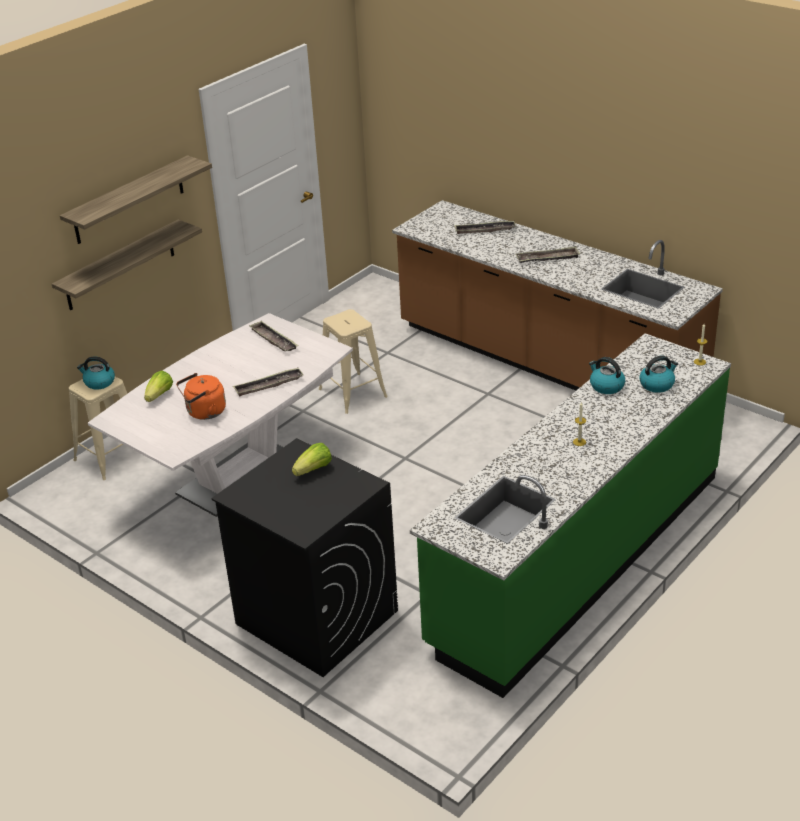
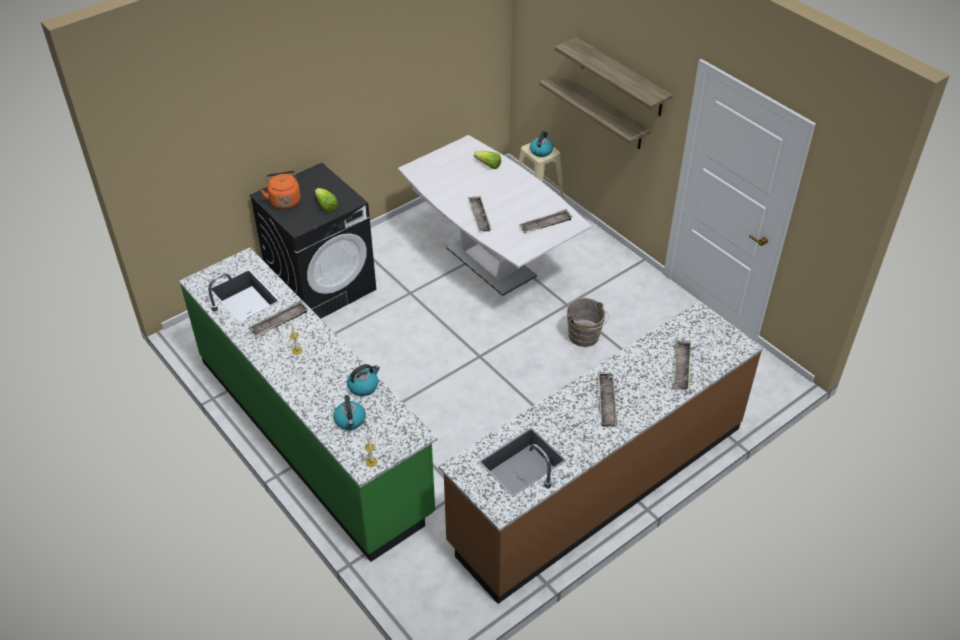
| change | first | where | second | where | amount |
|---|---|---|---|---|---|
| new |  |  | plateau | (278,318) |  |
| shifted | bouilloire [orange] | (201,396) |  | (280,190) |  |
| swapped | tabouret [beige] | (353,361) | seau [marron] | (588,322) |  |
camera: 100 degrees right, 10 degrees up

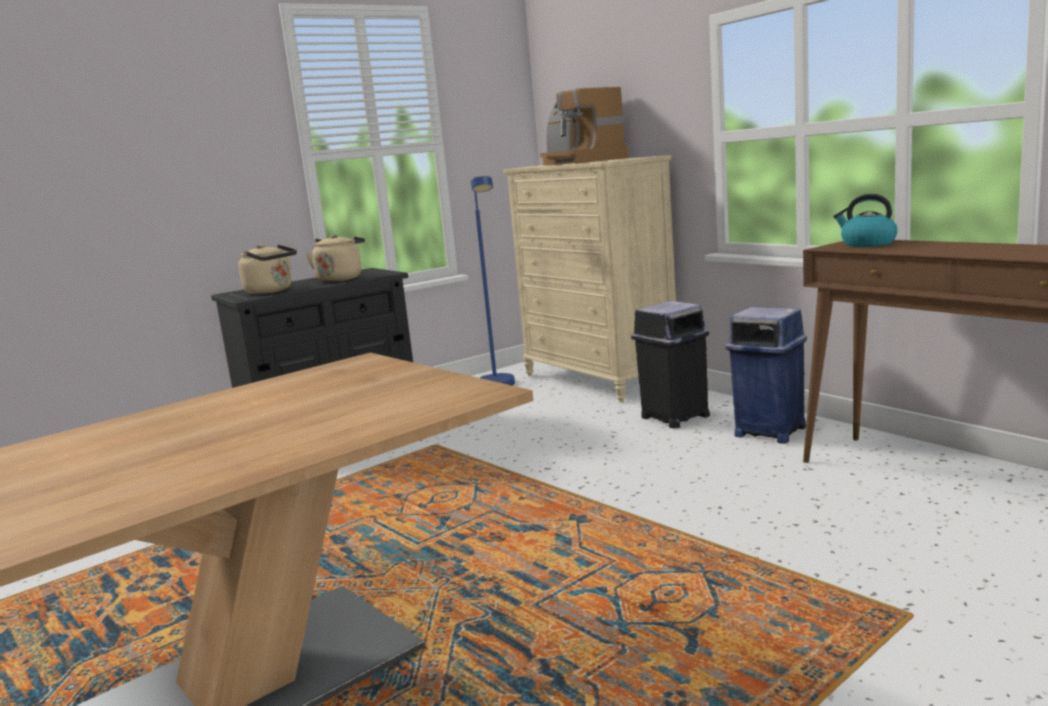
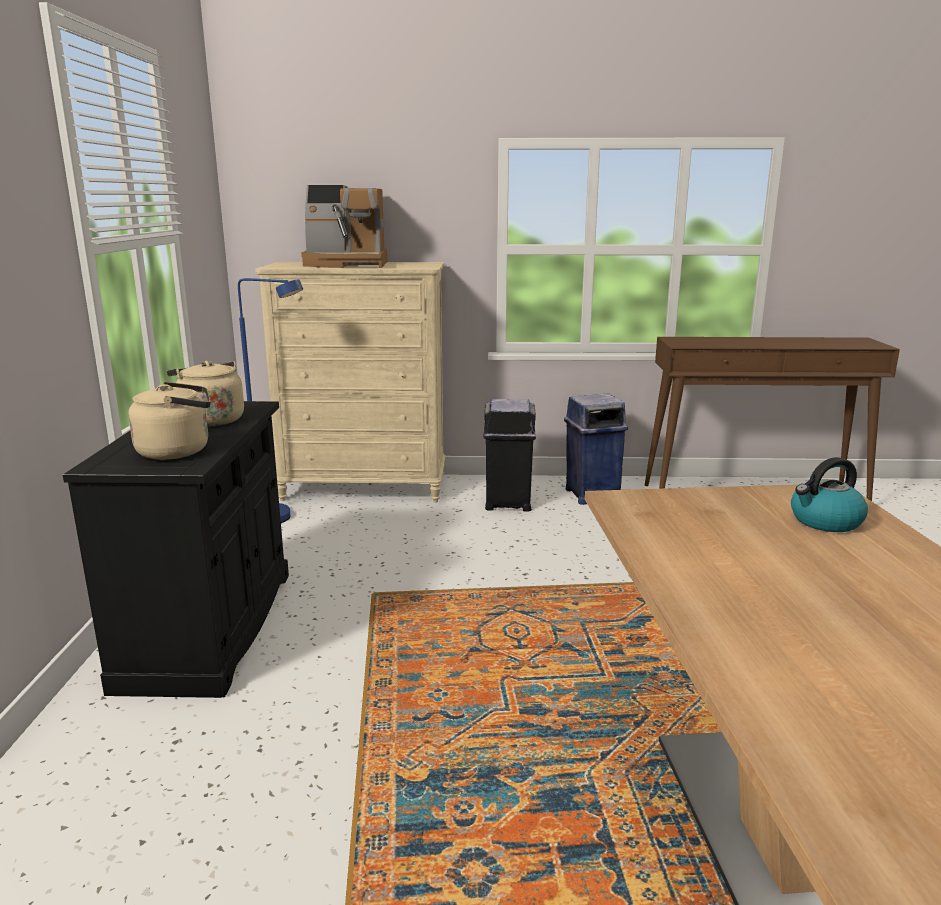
| change | first | where | second | where | amount |
|---|---|---|---|---|---|
| shifted | bouilloire | (865,220) |  | (829,494) |  |
camera: 55 degrees left, 5 degrees up

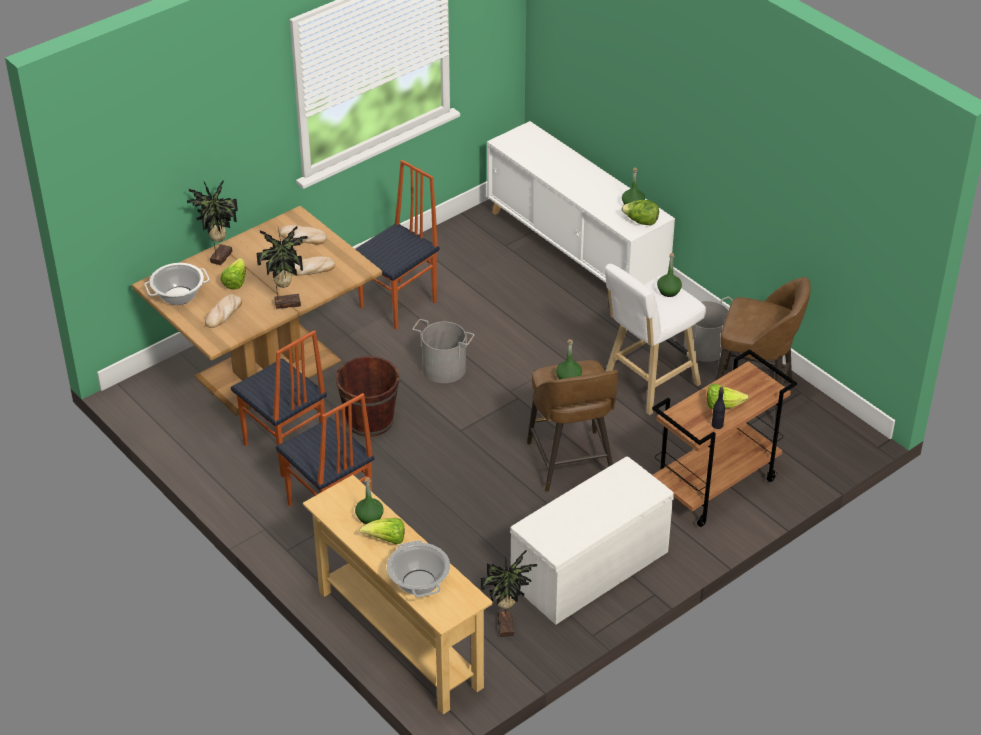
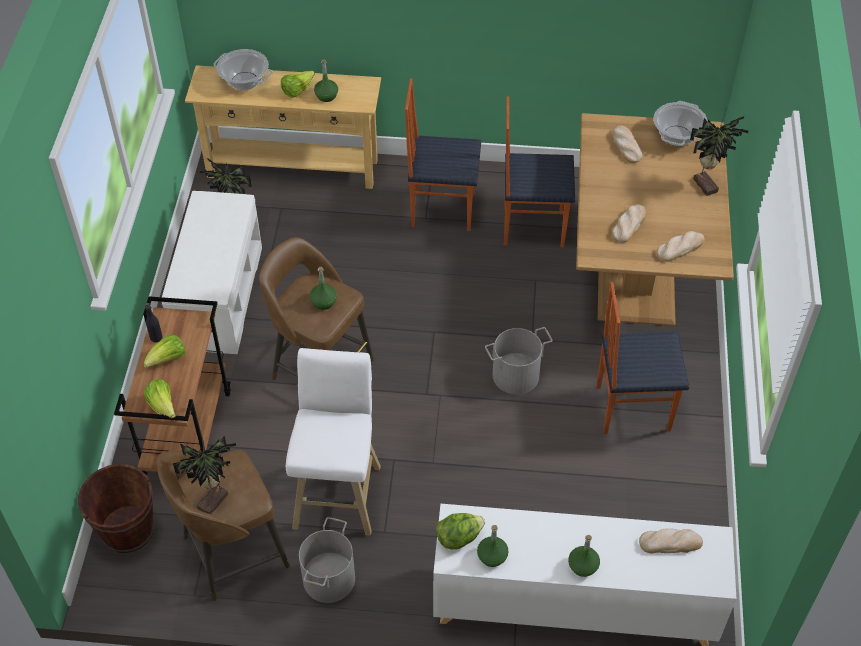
| change | first | where | second | where | amount |
|---|---|---|---|---|---|
| shifted | seau [marron] | (367,396) |  | (116,508) |  |
| shifted | laitue | (233,273) |  | (160,398) |  |
| shifted | plante en pot | (282,267) |  | (204,475) |  |
| shifted | bouteille [vert] | (669,275) |  | (584,556) |  |
| rotated | chaise | (397,245) |  | (642,358) | 90 degrees clockwise |
| new |  |  | pain | (671,540) |  |
camera: 135 degrees right, 10 degrees up

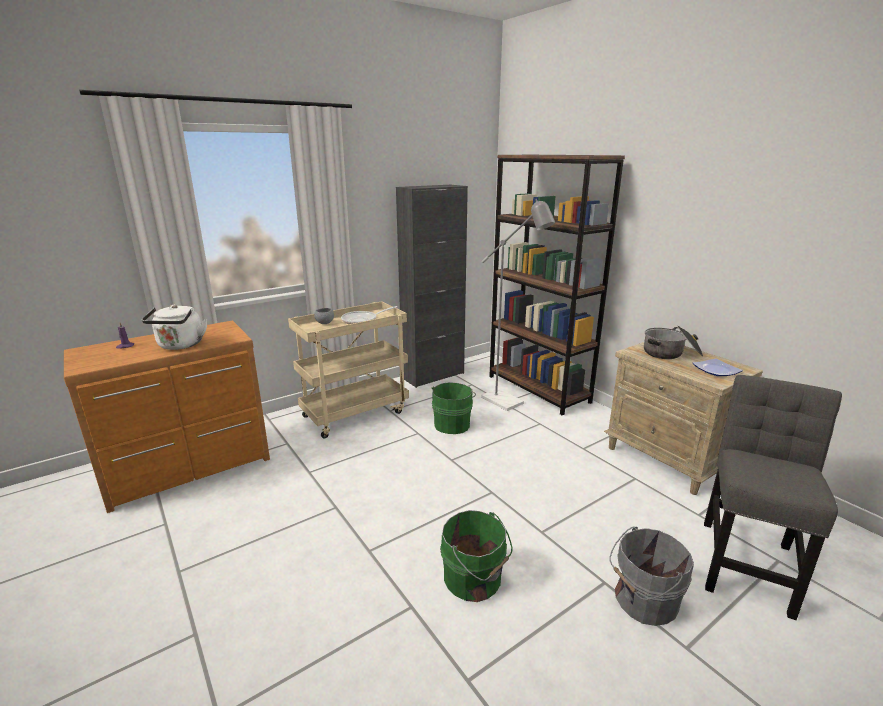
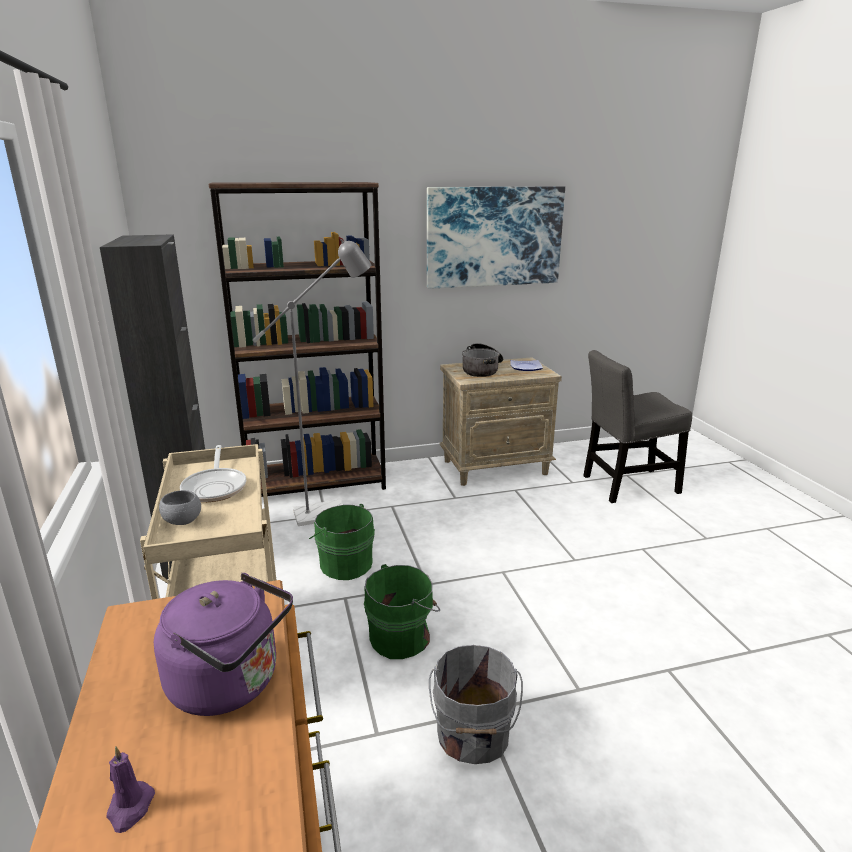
| change | first | where | second | where | amount |
|---|---|---|---|---|---|
| repainted | bouilloire [blanc] | (174,327) | bouilloire [violet] | (223,644) |  |
| shifted | seau [vert] | (476,556) |  | (402,611) |  |
| new |  |  | tableau | (496,237) |  |
| shifted | seau [gris] | (651,576) |  | (476,704) |  |
| rotated | chaise [gris] | (773,497) |  | (637,426) | 60 degrees counterclockwise |
camera: 70 degrees left, 0 degrees up

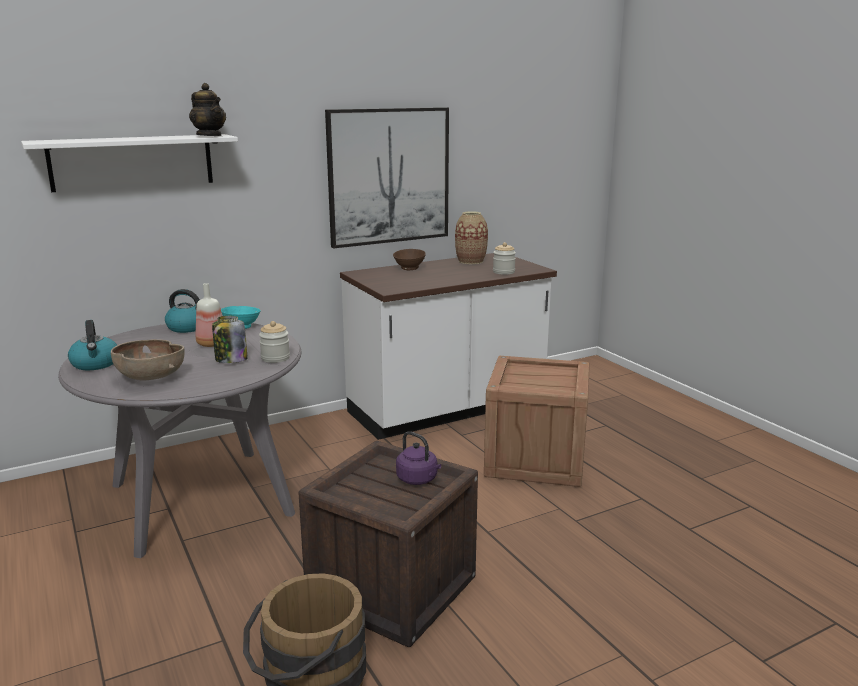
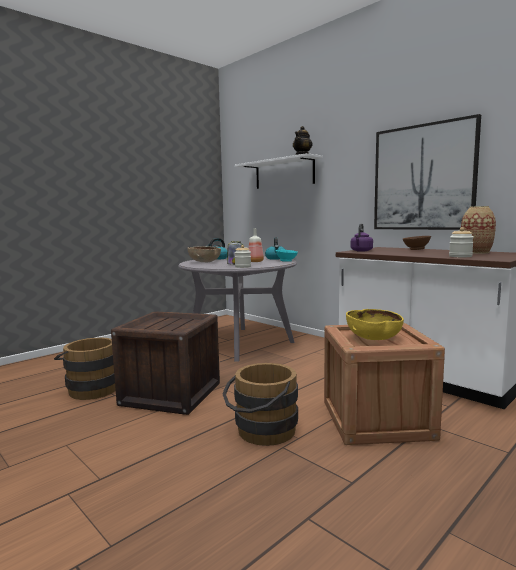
| change | first | where | second | where | amount |
|---|---|---|---|---|---|
| new |  |  | seau [marron] | (260,404) |  |
| new |  |  | bol [jaune] | (375,324) |  |
| shifted | bouilloire [violet] | (418,458) |  | (362,237) |  |
camera: 75 degrees right, 10 degrees down

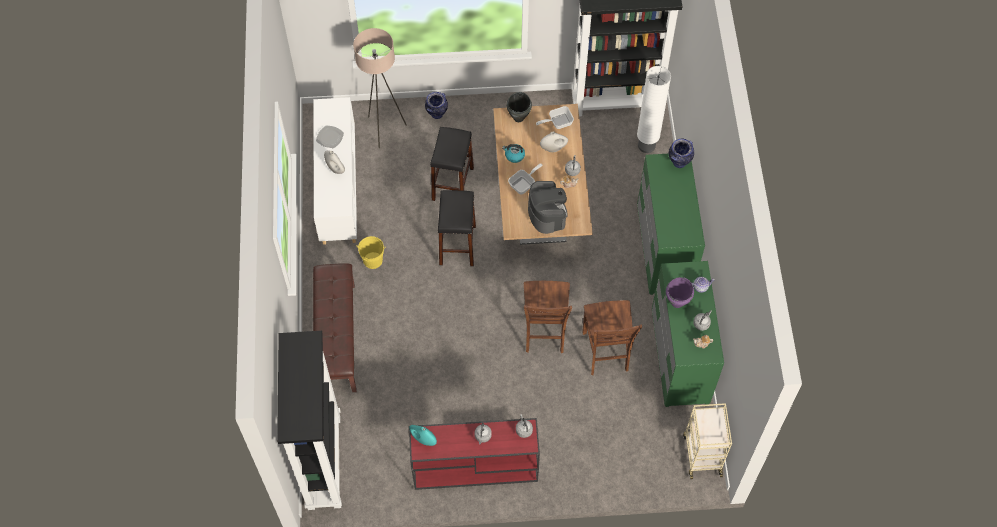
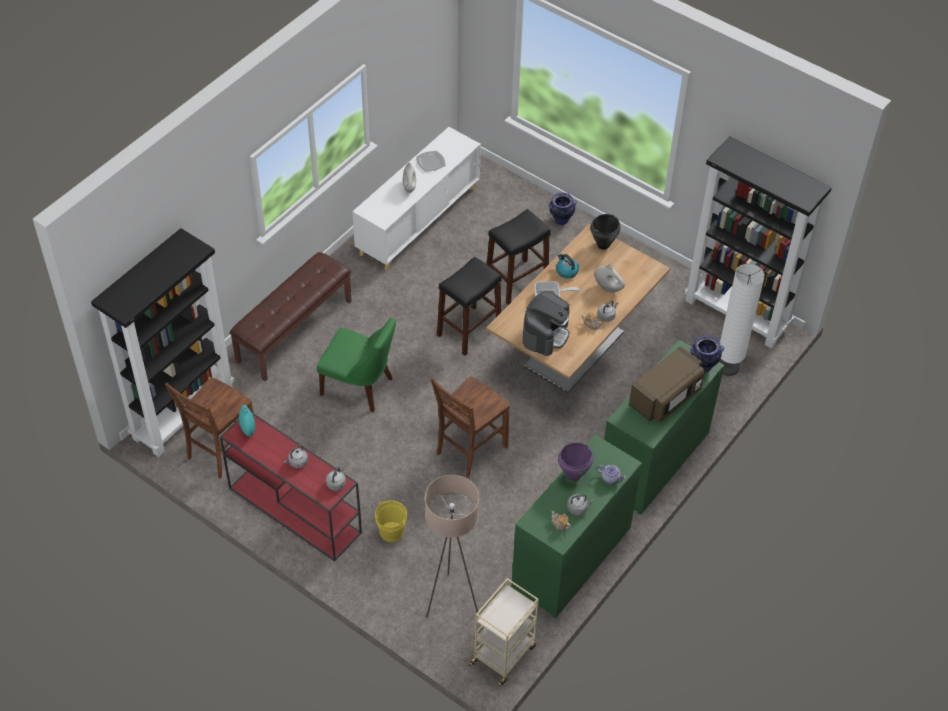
| change | first | where | second | where | amount |
|---|---|---|---|---|---|
| shifted | chaise [marron] | (612,337) |  | (209,428) |  |
| new |  |  | chaise [vert] | (356,364) |  |
| shifted | seau [jaune] | (370,252) |  | (391,521) |  |
| shifted | lampadaire [beige] | (380,88) |  | (452,546) |  |
| new |  |  | micro-ondes [marron] | (667,384) |  |
| gone | poêle | (555,117) |  |  |  |
camera: 40 degrees right, 10 degrees down

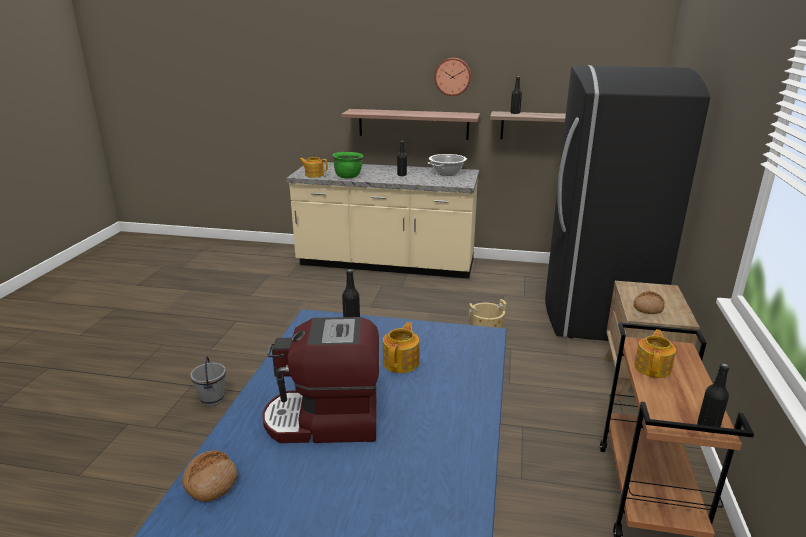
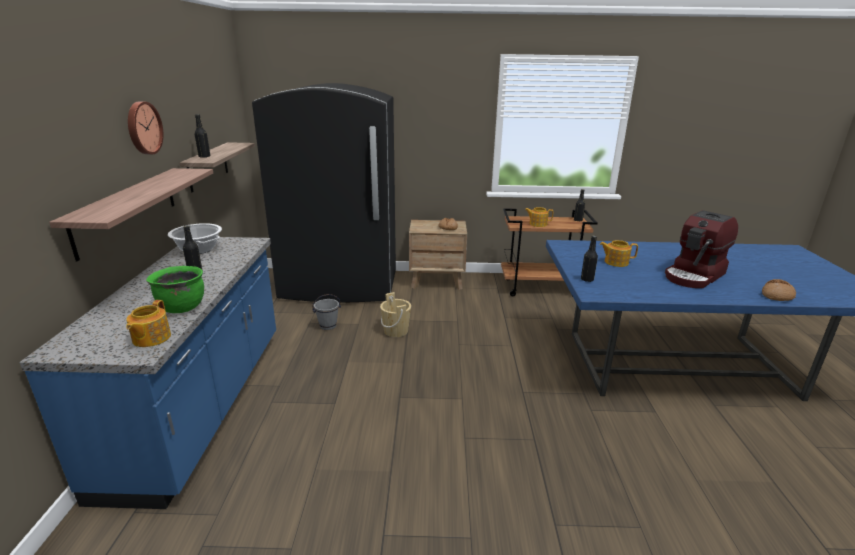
| change | first | where | second | where | amount |
|---|---|---|---|---|---|
| repainted | comptoir de cuisine [beige] | (383,220) | comptoir de cuisine [bleu] | (148,373) |  |
| shifted | seau [gris] | (208,381) |  | (326,312) |  |
| rotated | machine à café | (320,380) |  | (701,249) | 60 degrees clockwise |
camera: 100 degrees left, 0 degrees up

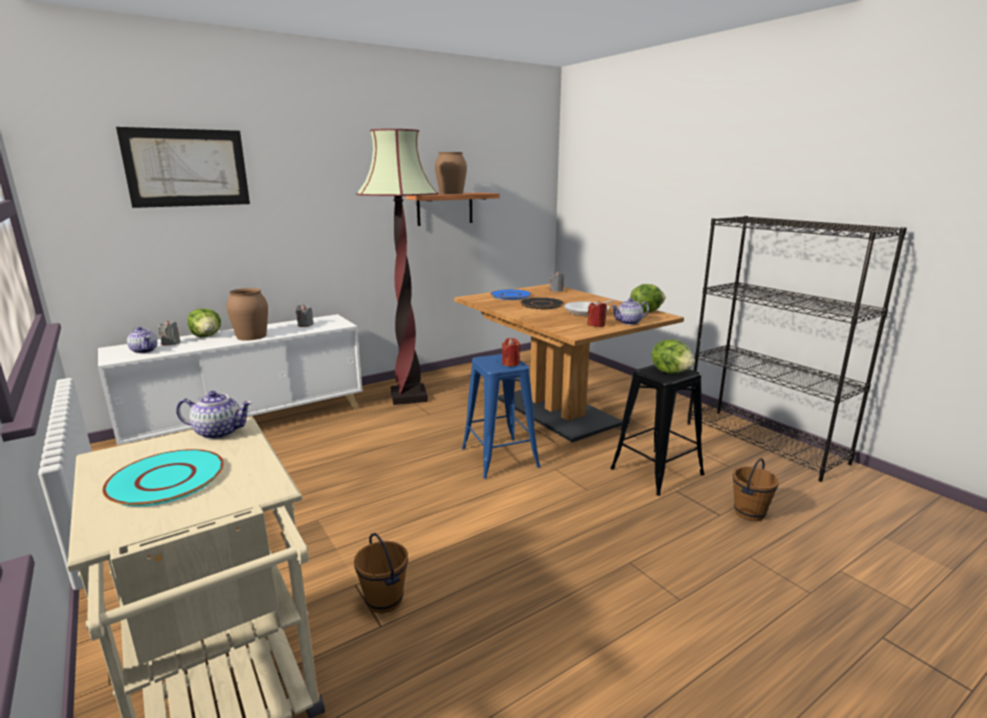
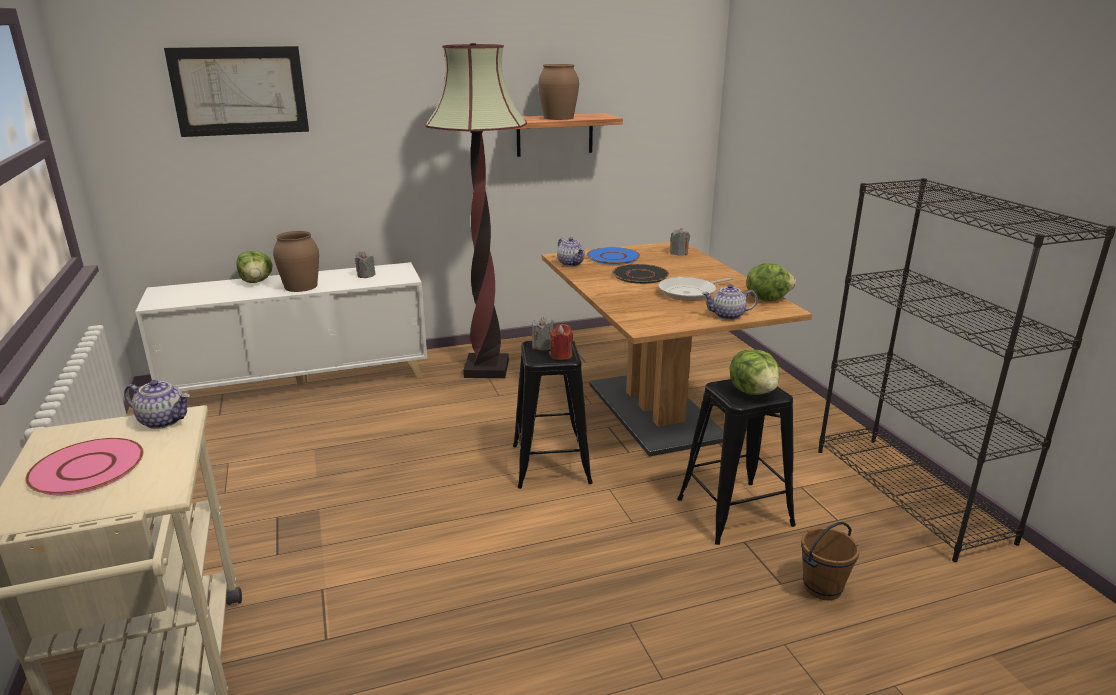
| change | first | where | second | where | amount |
|---|---|---|---|---|---|
| repainted | assiette [turquoise] | (163,477) | assiette [rose] | (84,466) |  |
| repainted | tabouret [bleu] | (501,416) | tabouret [noir] | (553,414) |  |
| shifted | bougie [gris] | (169,333) |  | (543,333) |  |
| shifted | théière | (142,340) |  | (571,251) |  |
| gone | seau [marron] | (381,573) |  |  |  |
| gone | bougie [rouge] | (597,313) |  |  |  |
camera: 15 degrees right, 5 degrees up

